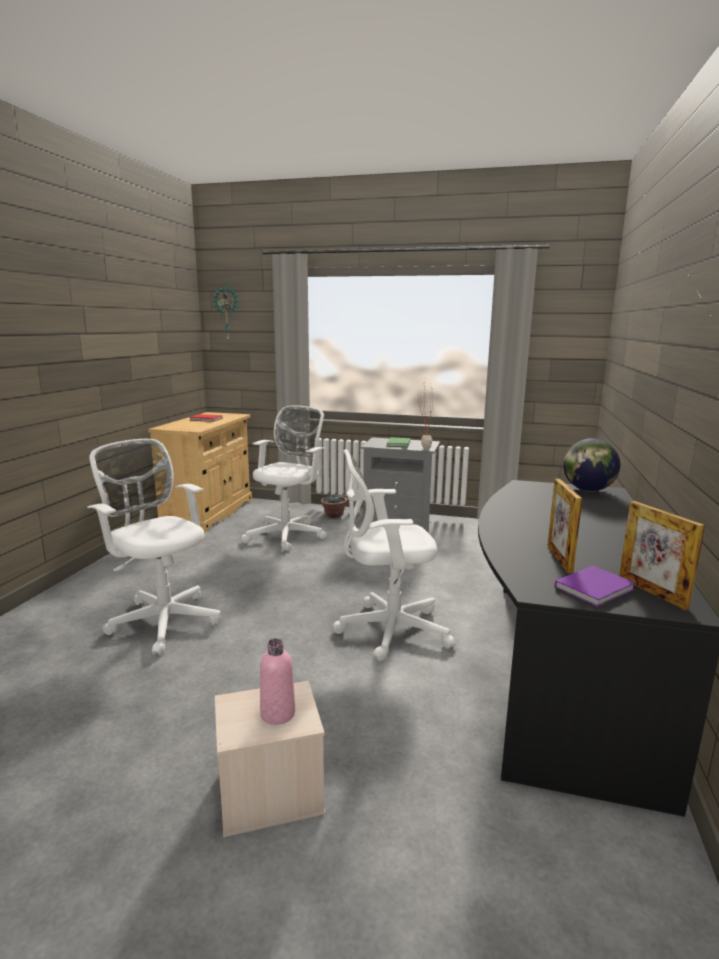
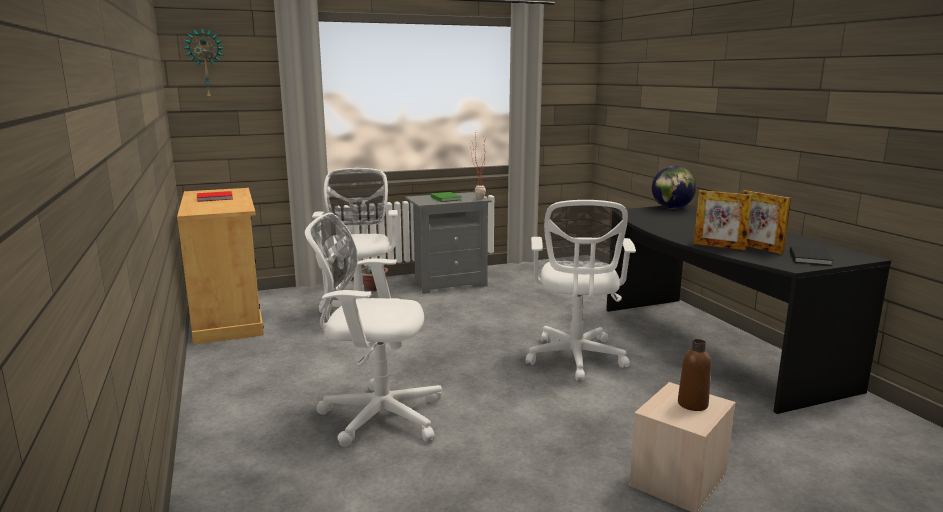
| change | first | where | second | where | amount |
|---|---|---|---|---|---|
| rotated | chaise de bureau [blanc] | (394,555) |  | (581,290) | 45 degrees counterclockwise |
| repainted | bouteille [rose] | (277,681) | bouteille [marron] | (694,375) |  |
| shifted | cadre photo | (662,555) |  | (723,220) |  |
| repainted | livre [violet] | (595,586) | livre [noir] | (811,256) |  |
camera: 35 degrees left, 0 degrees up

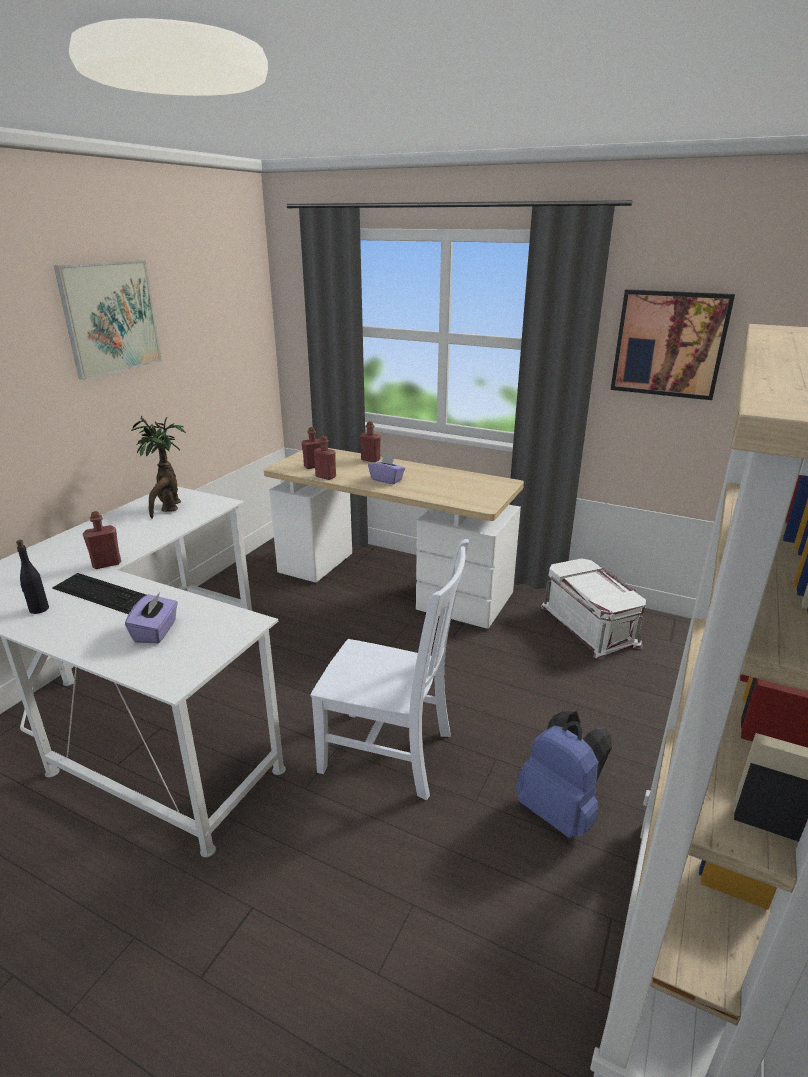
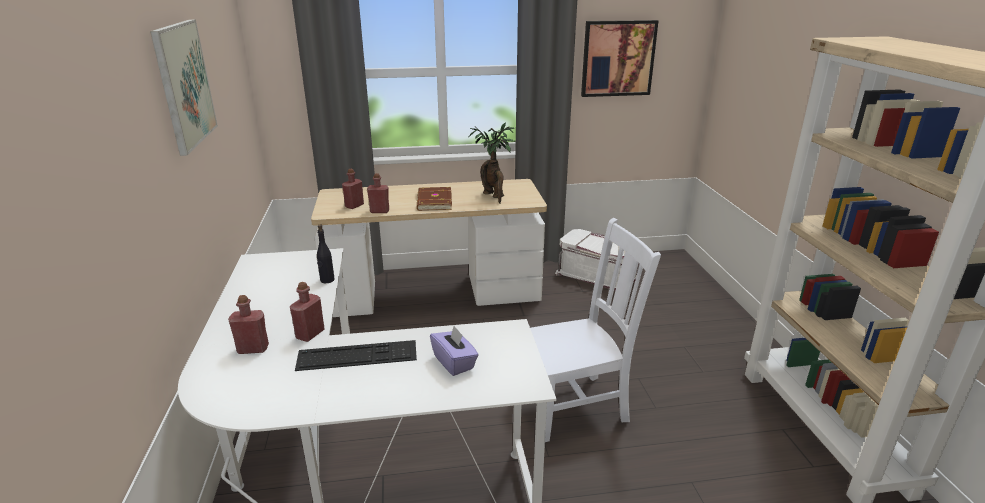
| change | first | where | second | where | amount |
|---|---|---|---|---|---|
| shifted | bouteille [rouge] | (370,441) |  | (248,324) |  |
| shifted | bouteille [noir] | (32,577) |  | (326,254) |  |
| swapped | boîte à mouchoirs [violet] | (386,469) | livre [marron] | (434,199) |  |
| shifted | plante en pot | (158,467) |  | (491,163) |  |
| gone | sac à dos [bleu] | (564,774) |  |  |  |
camera: 35 degrees left, 0 degrees up

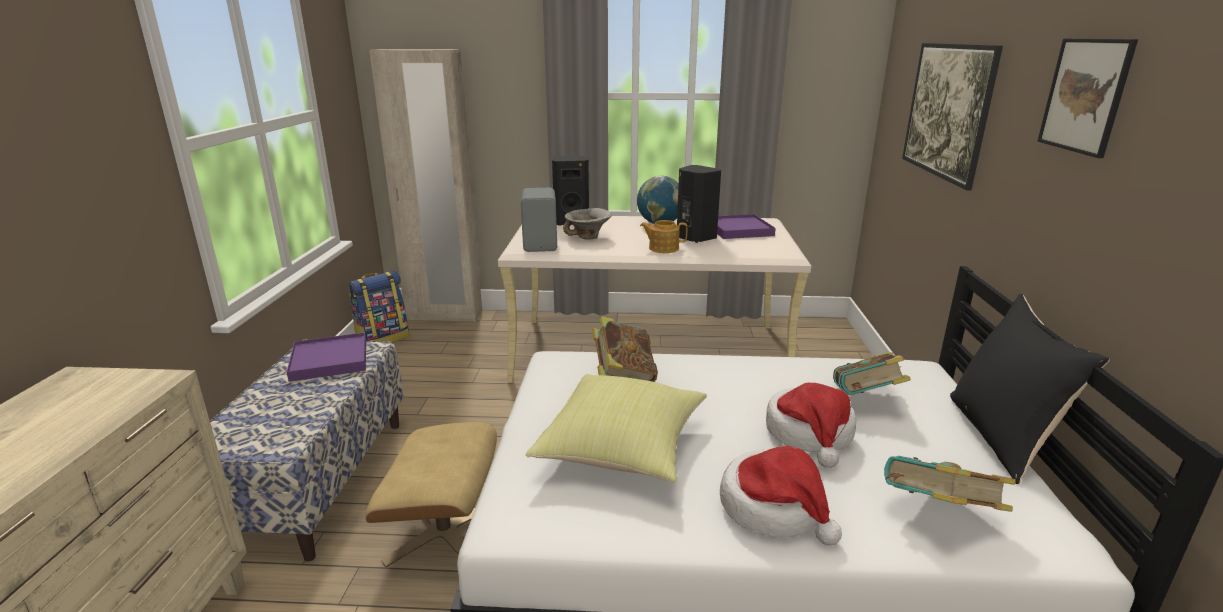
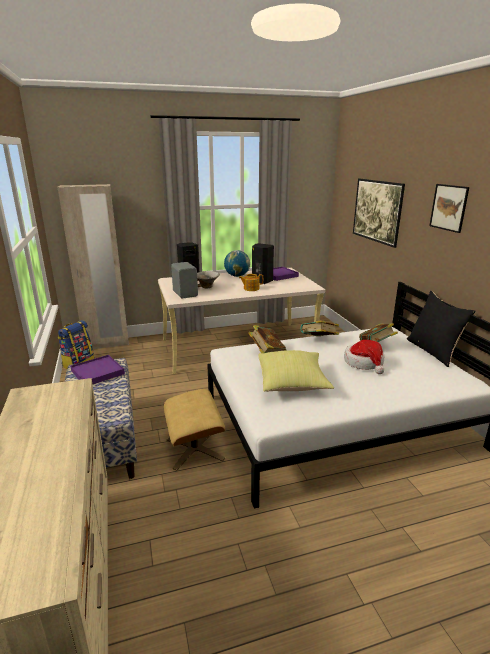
| change | first | where | second | where | amount |
|---|---|---|---|---|---|
| shifted | livre | (950,484) |  | (319,328) |  |
| gone | chapeau | (781,496) |  |  |  |
camera: 20 degrees left, 0 degrees up

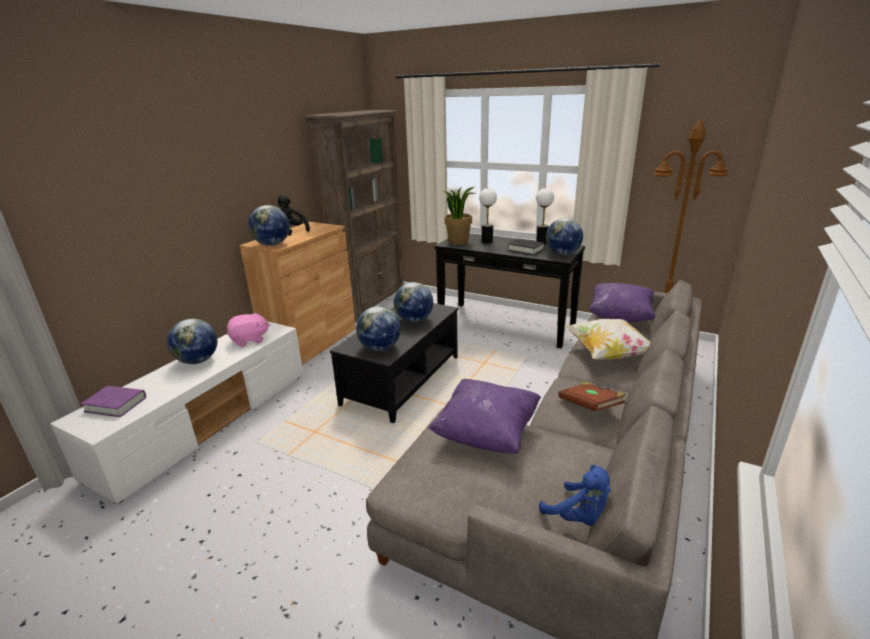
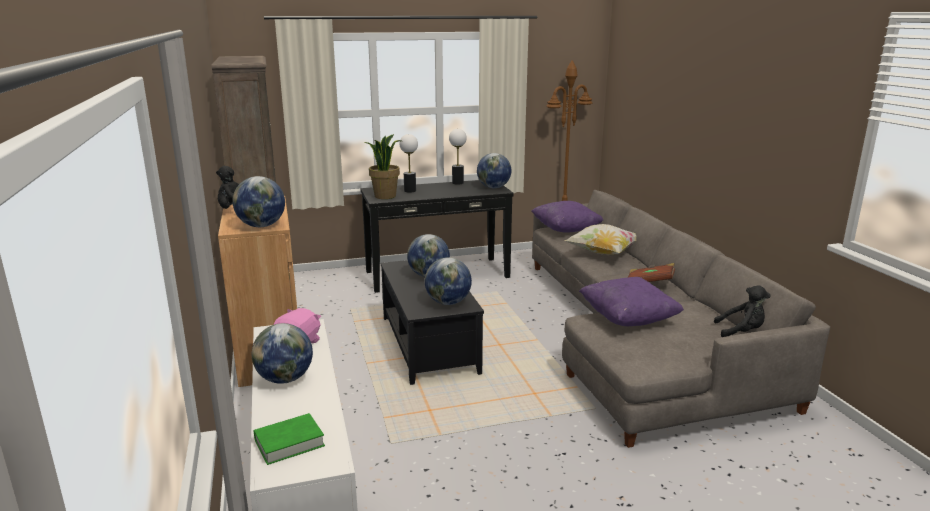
| change | first | where | second | where | amount |
|---|---|---|---|---|---|
| repainted | livre [violet] | (113,401) | livre [vert] | (289,439) |  |
| repainted | peluche [bleu] | (575,495) | peluche [noir] | (742,311) |  |
| gone | livre [noir] | (526,247) |  |  |  |
camera: 45 degrees left, 5 degrees down

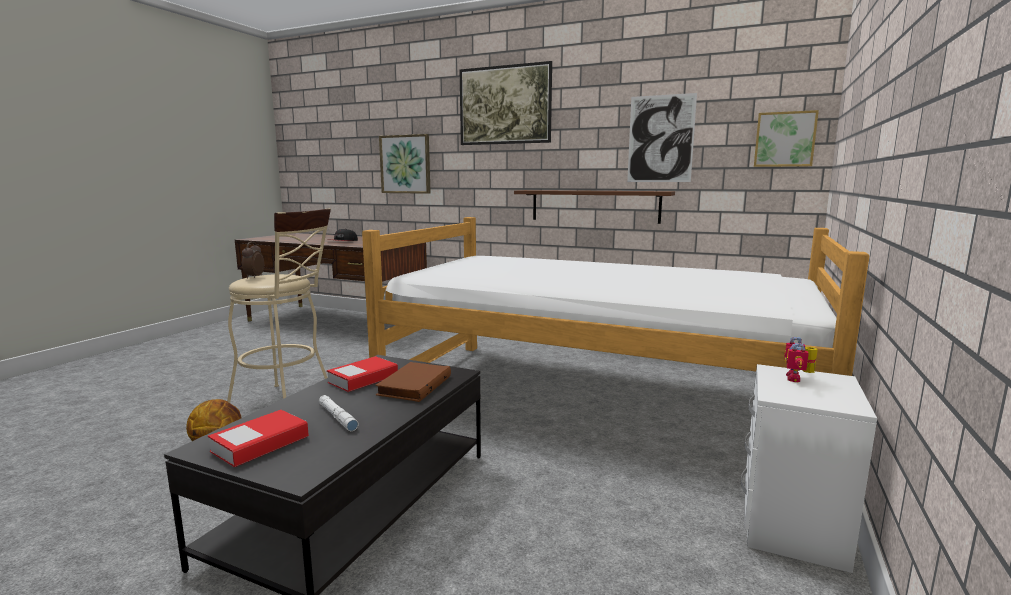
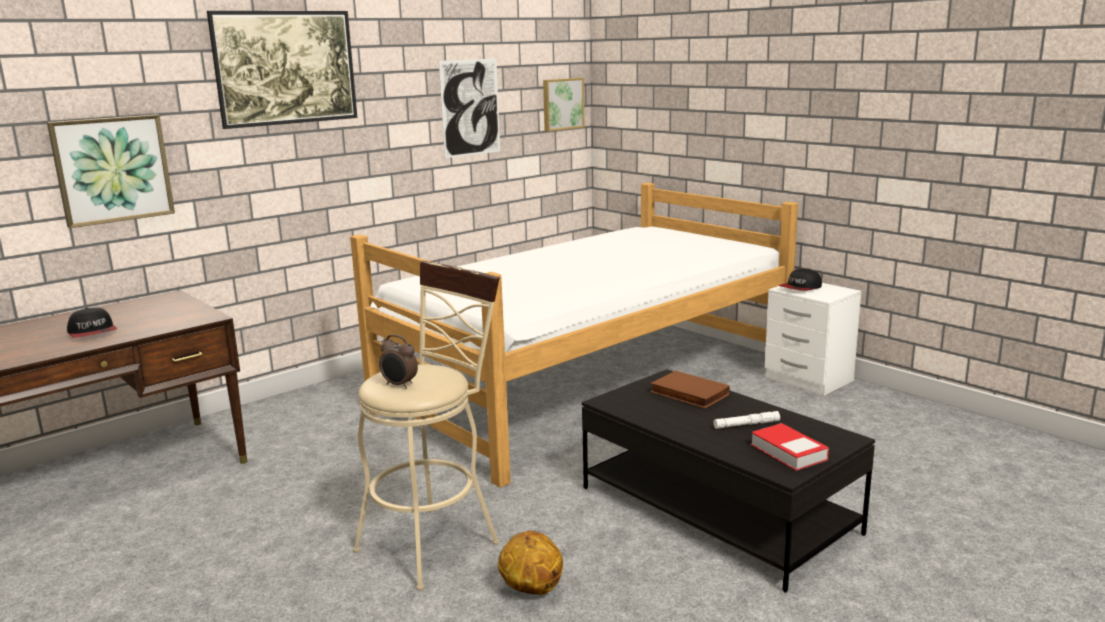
| change | first | where | second | where | amount |
|---|---|---|---|---|---|
| swapped | robot jouet | (801,359) | casquette | (800,280) |  |
| gone | livre | (362,374) |  |  |  |
| gone | étagère [marron] | (594,207) |  |  |  |
camera: 65 degrees left, 5 degrees up

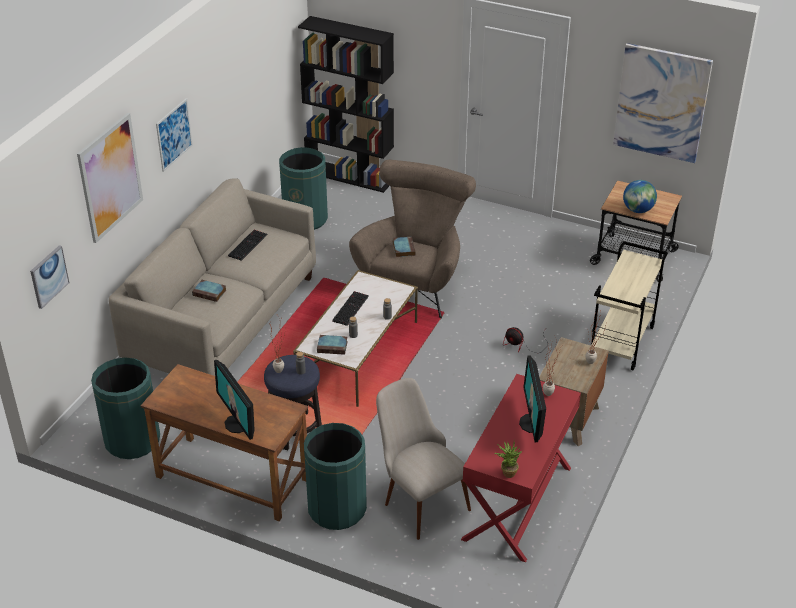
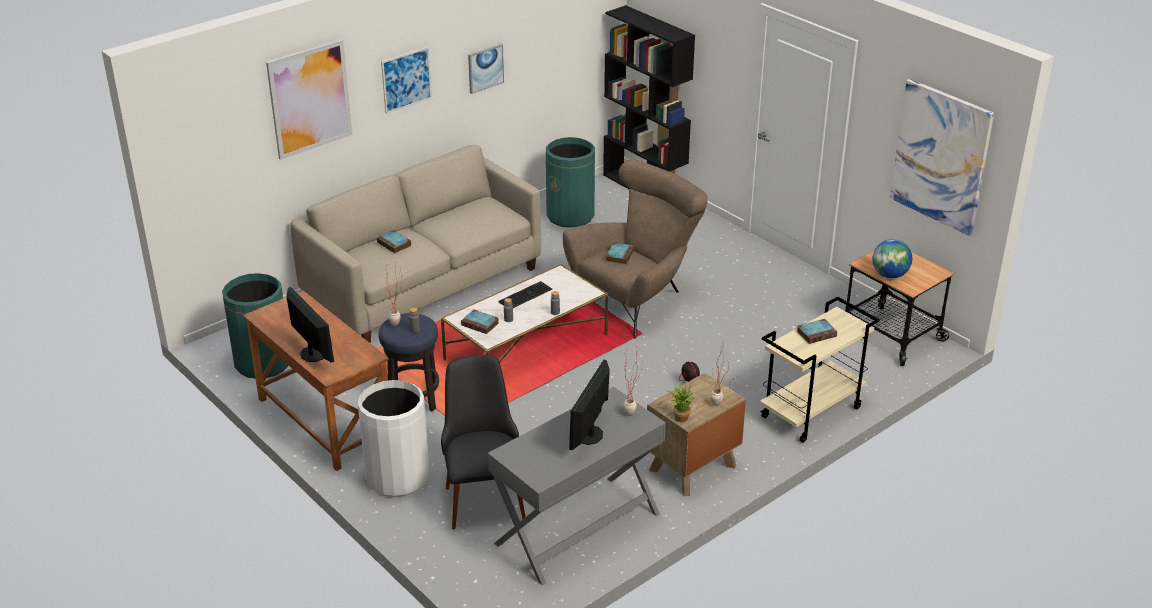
| change | first | where | second | where | amount |
|---|---|---|---|---|---|
| rotated | écran d'ordinateur | (234,400) |  | (310,325) | 150 degrees clockwise |
| repainted | poubelle [vert] | (335,476) | poubelle [blanc] | (394,438) |  |
| repainted | chaise [beige] | (423,459) | chaise [noir] | (483,442) |  |
| shifted | tableau | (49,277) |  | (486,69) |  |
| repainted | bureau [rouge] | (521,468) | bureau [gris] | (577,486) |  |
| shifted | plante en pot | (508,459) |  | (681,403) |  |
| new |  |  | livre | (817,331) |  |
| gone | clavier | (247,245) |  |  |  |
camera: 25 degrees right, 5 degrees down

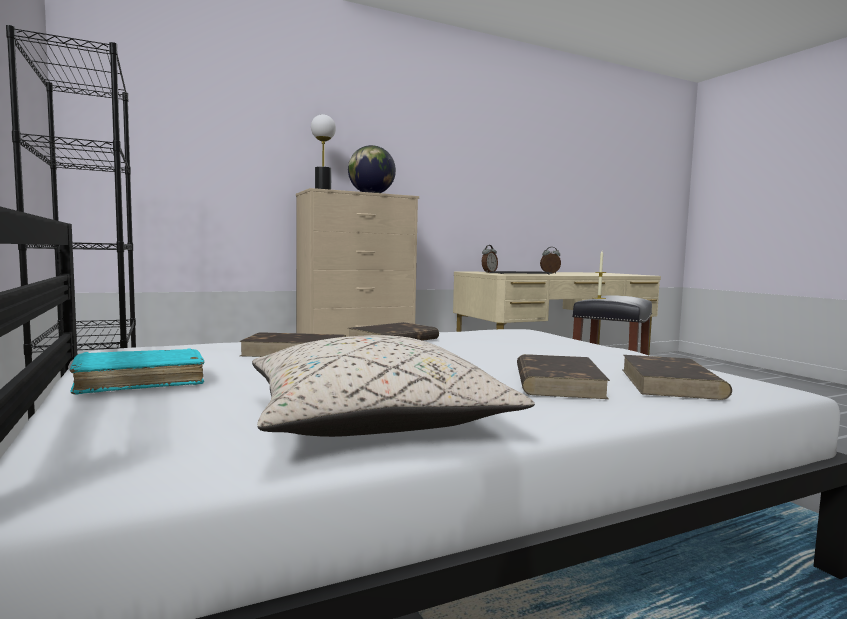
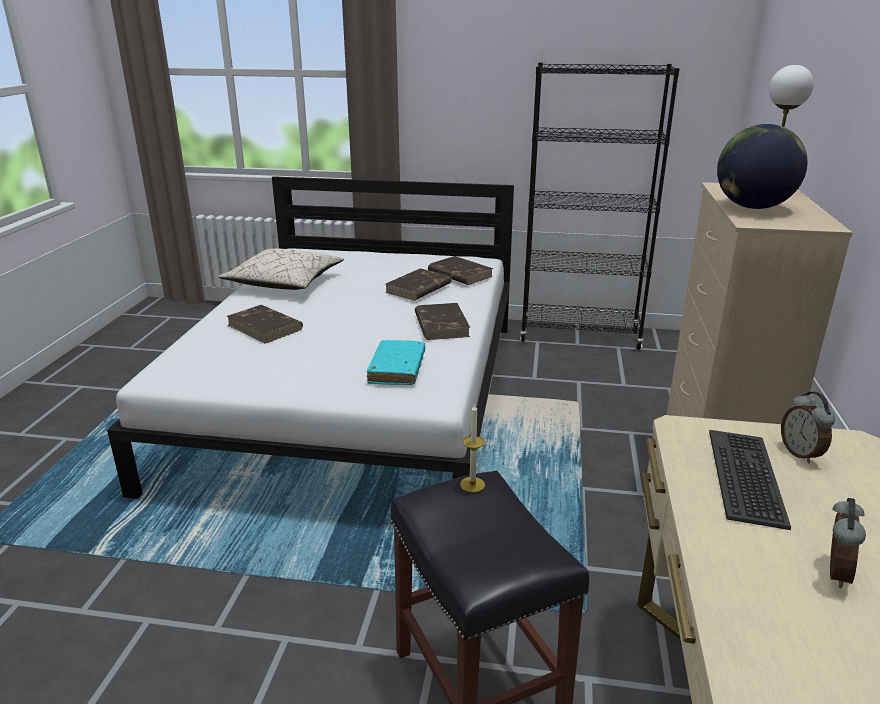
| change | first | where | second | where | amount |
|---|---|---|---|---|---|
| shifted | livre [turquoise] | (137,371) |  | (396,362) |  |
| shifted | livre [marron] | (677,377) |  | (460,270) |  |
camera: 125 degrees right, 20 degrees up

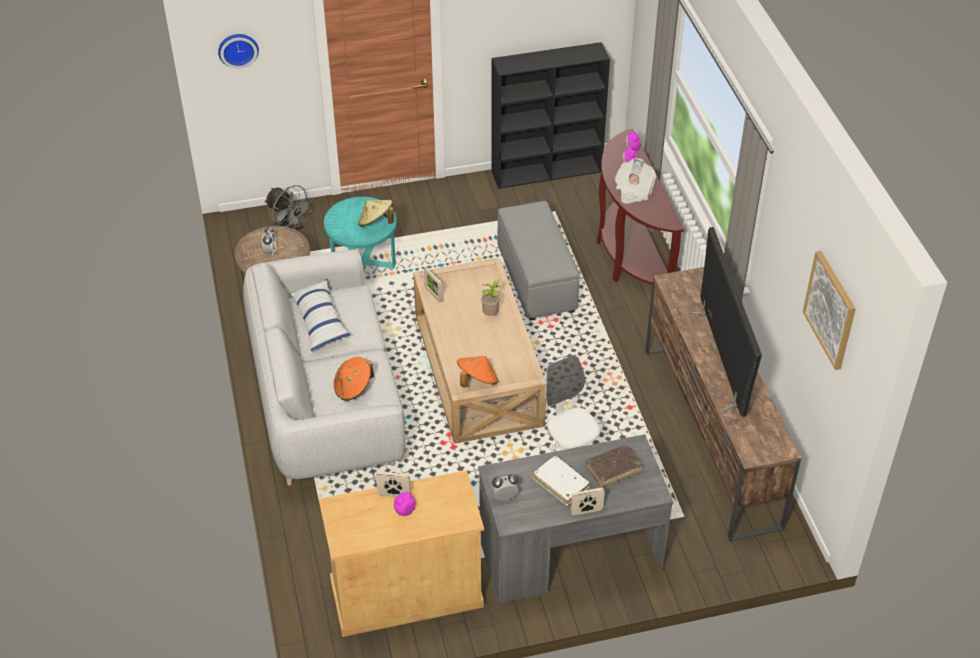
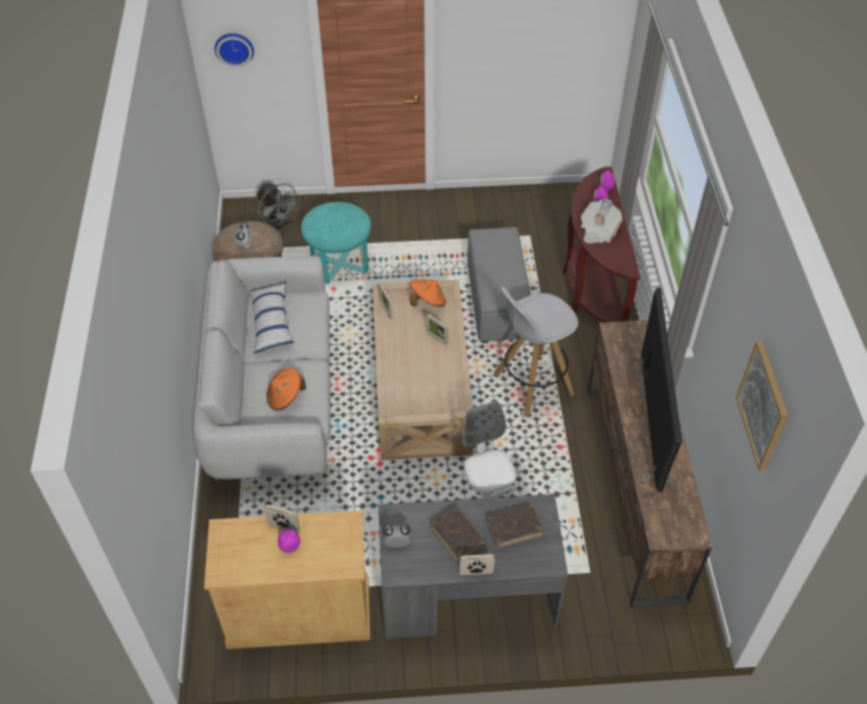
| change | first | where | second | where | amount |
|---|---|---|---|---|---|
| shifted | chapeau [orange] | (477,372) |  | (428,293) |  |
| swapped | plante en pot | (490,297) | cadre photo | (437,329) |  |
| repainted | livre [blanc] | (561,480) | livre [marron] | (457,535) |  |
| new |  |  | tabouret [blanc] | (535,351) |  |
| gone | chapeau [beige] | (376,213) |  |  |  |
| gone | bibliothèque [noir] | (550,115) |  |  |  |
camera: 10 degrees right, 5 degrees up

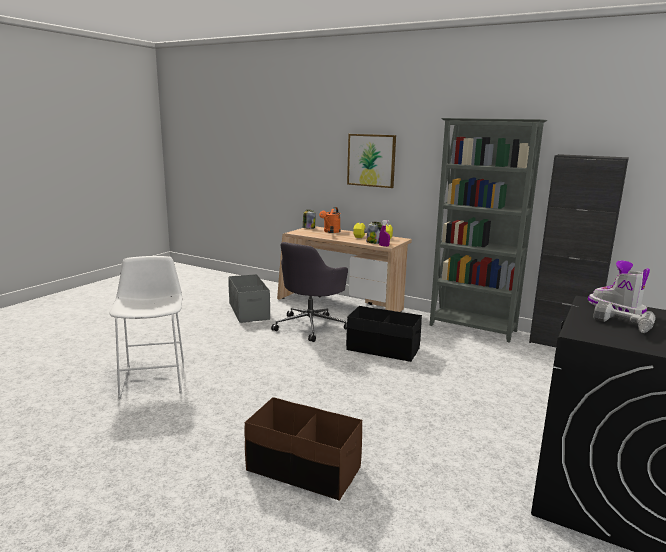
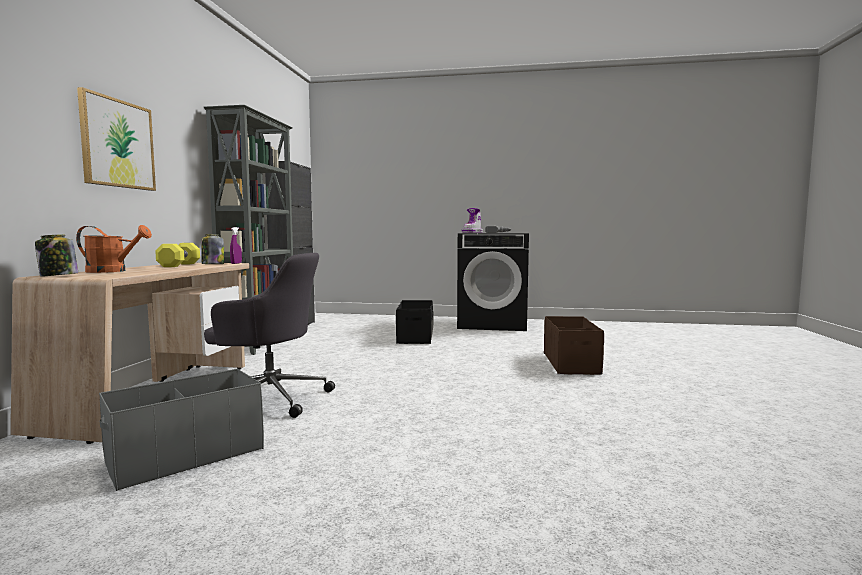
| change | first | where | second | where | amount |
|---|---|---|---|---|---|
| shifted | boîte de rangement [noir] | (384,334) |  | (415,322) |  |
| gone | tabouret [blanc] | (147,327) |  |  |  |
camera: 110 degrees left, 10 degrees down

